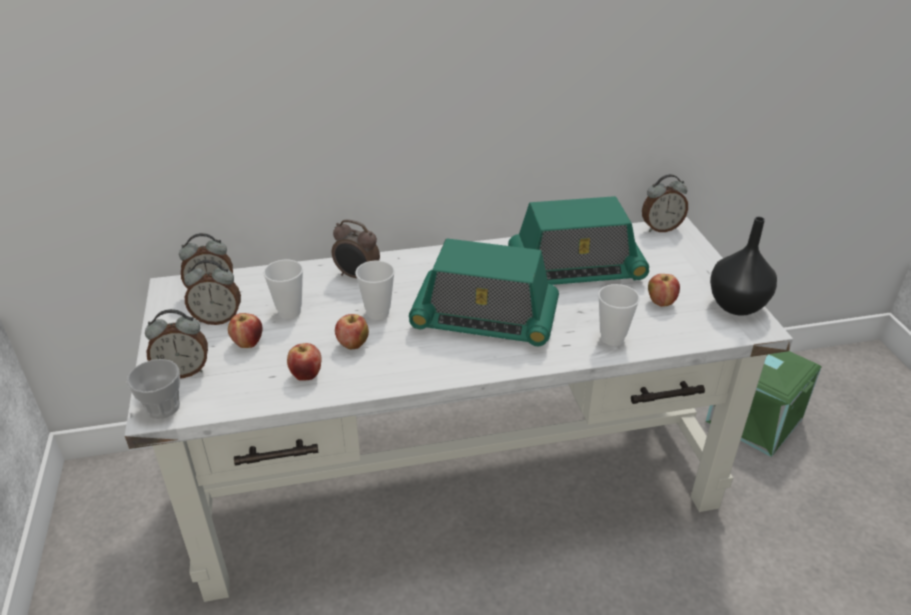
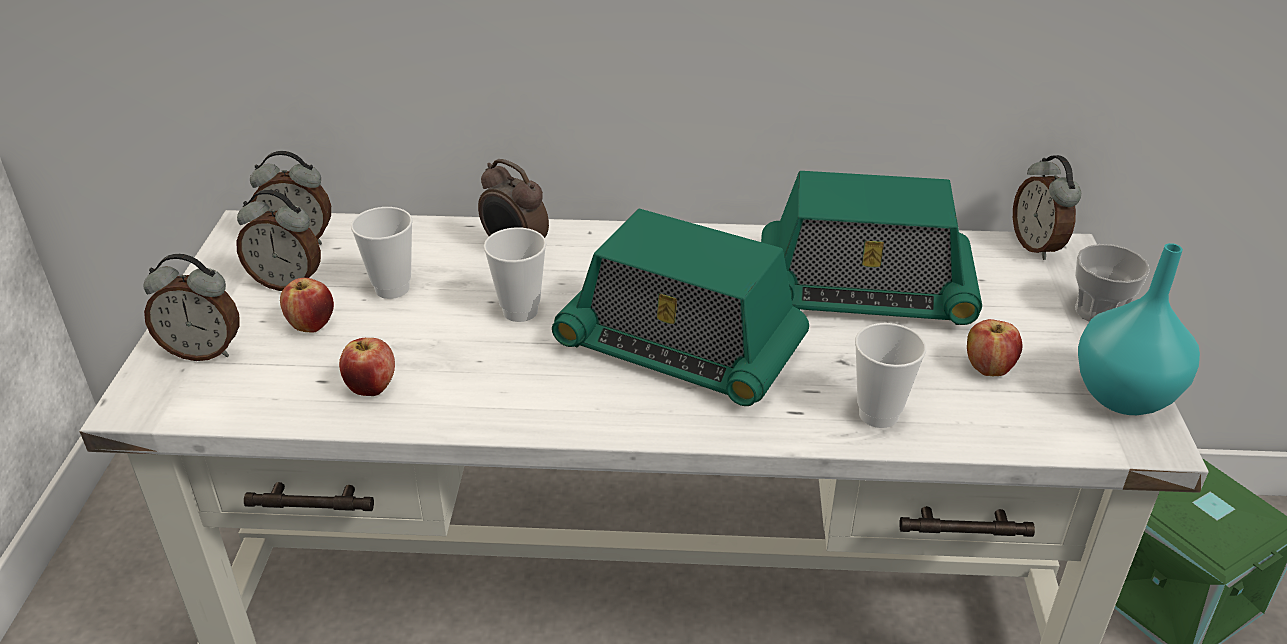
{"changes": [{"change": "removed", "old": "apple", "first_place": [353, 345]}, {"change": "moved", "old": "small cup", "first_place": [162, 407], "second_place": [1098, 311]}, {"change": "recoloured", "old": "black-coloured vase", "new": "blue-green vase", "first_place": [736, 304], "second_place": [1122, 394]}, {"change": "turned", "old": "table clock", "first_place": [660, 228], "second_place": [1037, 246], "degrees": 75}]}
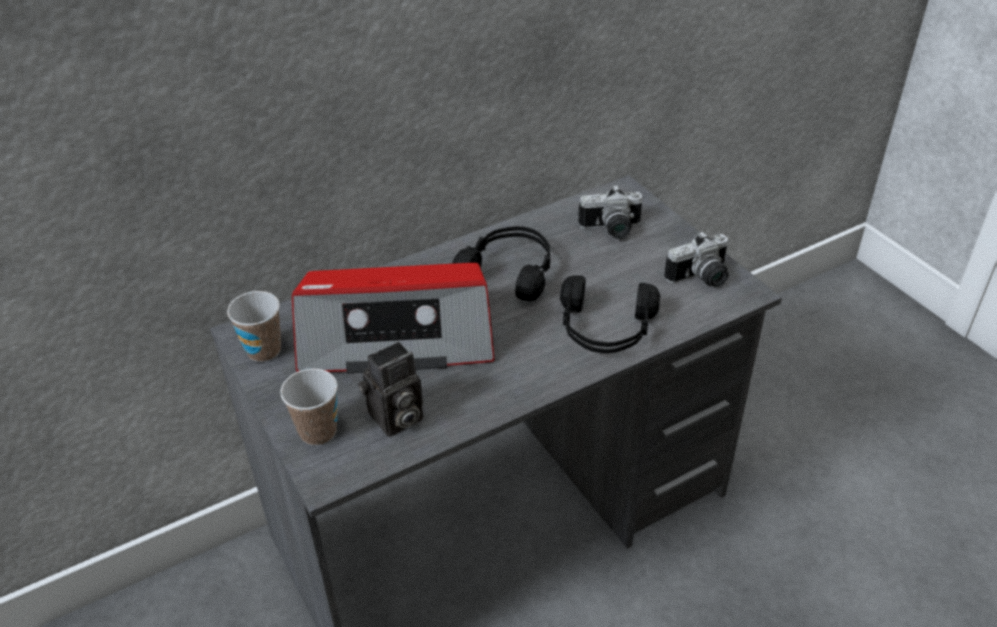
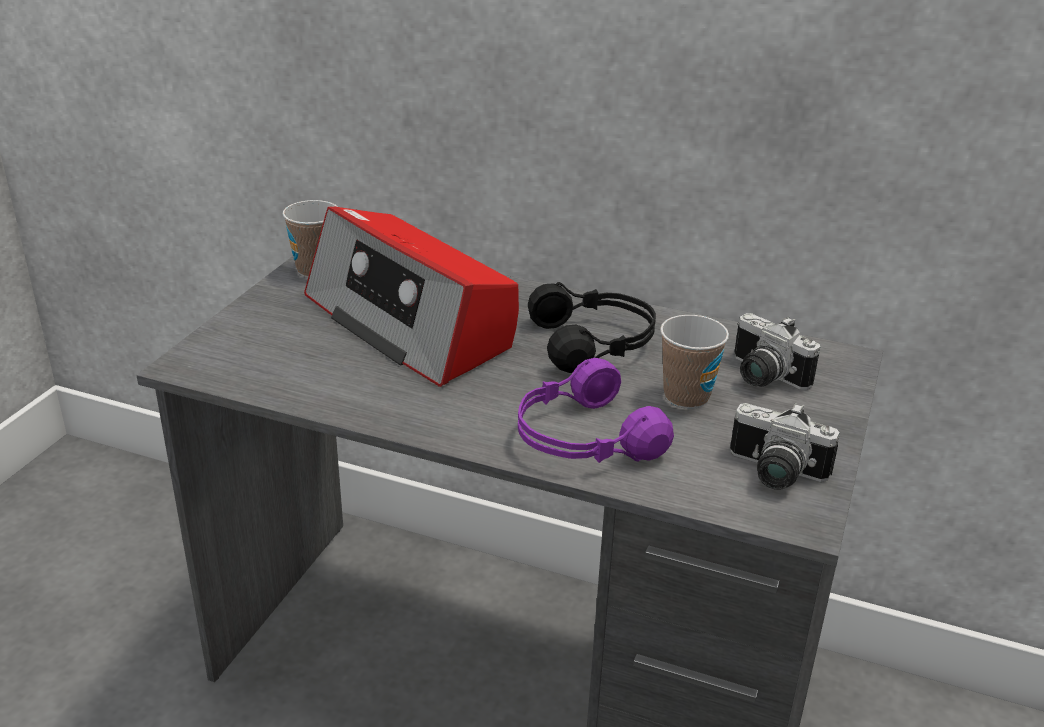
{"changes": [{"change": "removed", "old": "still camera", "first_place": [395, 419]}, {"change": "moved", "old": "small cup", "first_place": [318, 432], "second_place": [686, 397]}, {"change": "recoloured", "old": "black-coloured headphones", "new": "purple headphones", "first_place": [605, 330], "second_place": [583, 438]}]}
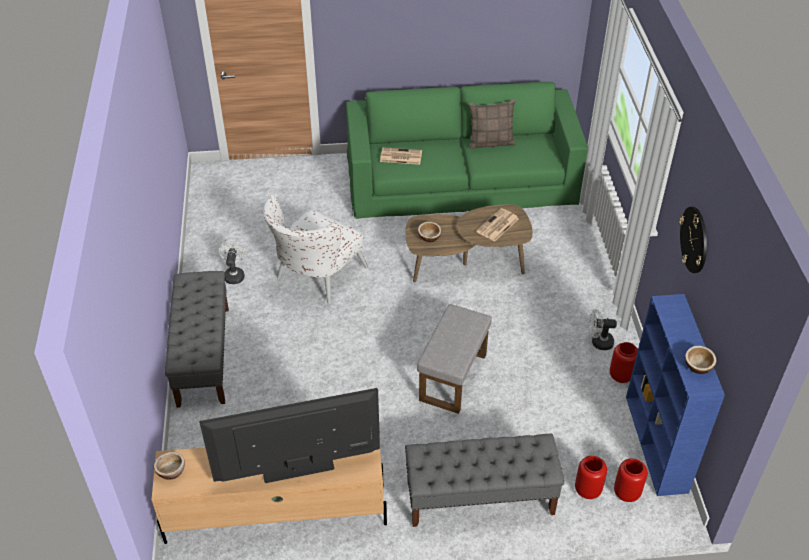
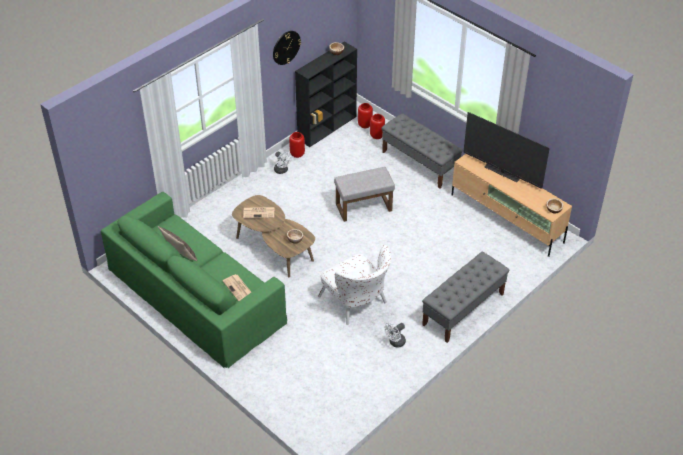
{"changes": [{"change": "recoloured", "old": "blue bookcase", "new": "black-coloured bookcase", "first_place": [656, 444], "second_place": [327, 127]}, {"change": "turned", "old": "white easy chair", "first_place": [315, 278], "second_place": [357, 304], "degrees": 60}]}
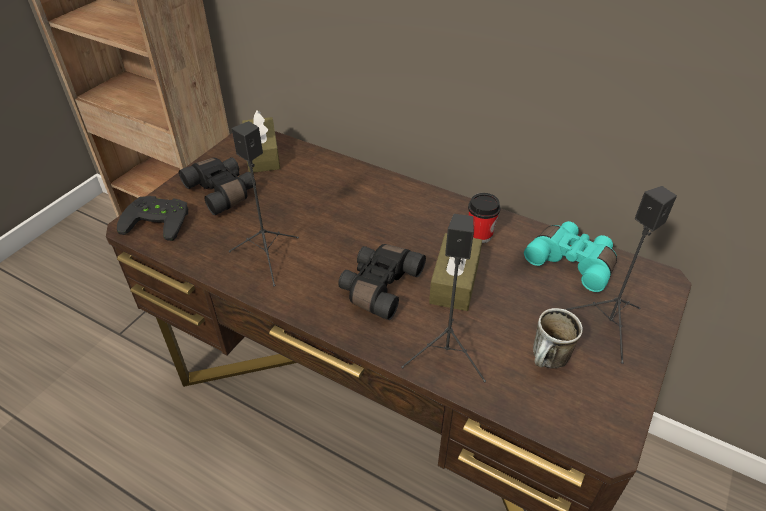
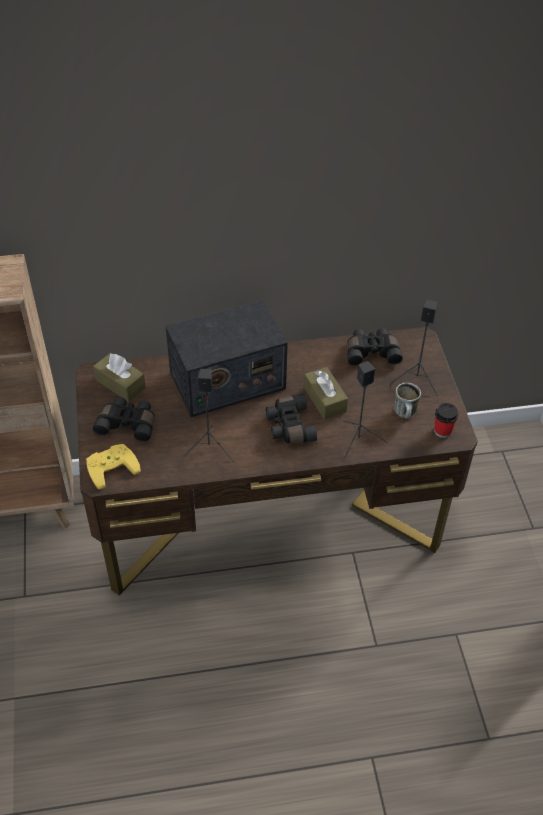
{"changes": [{"change": "added", "new": "radio set", "second_place": [226, 381]}, {"change": "moved", "old": "small cup", "first_place": [480, 235], "second_place": [442, 431]}, {"change": "recoloured", "old": "black-coloured gamepad", "new": "yellow-coloured gamepad", "first_place": [159, 219], "second_place": [111, 466]}, {"change": "recoloured", "old": "blue-green field glasses", "new": "black-coloured field glasses", "first_place": [572, 262], "second_place": [372, 352]}]}
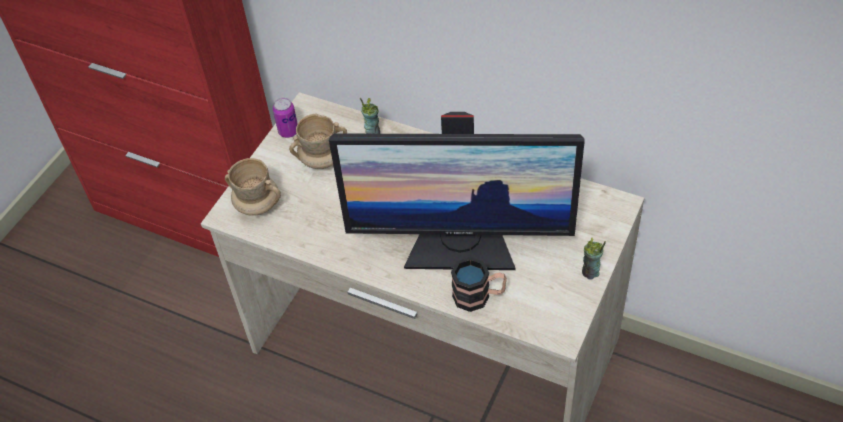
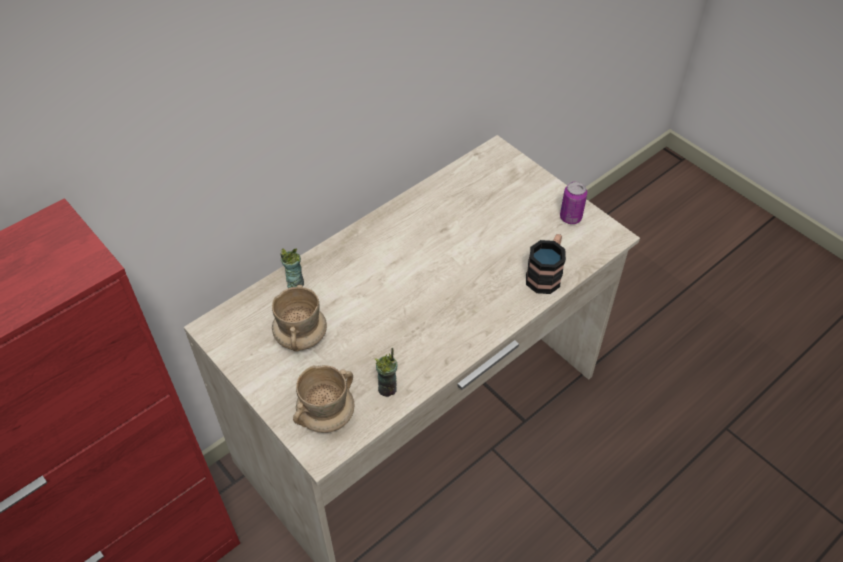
{"changes": [{"change": "removed", "old": "monitor", "first_place": [460, 246]}, {"change": "moved", "old": "metal can", "first_place": [288, 131], "second_place": [570, 217]}, {"change": "moved", "old": "small cup", "first_place": [590, 272], "second_place": [388, 388]}]}
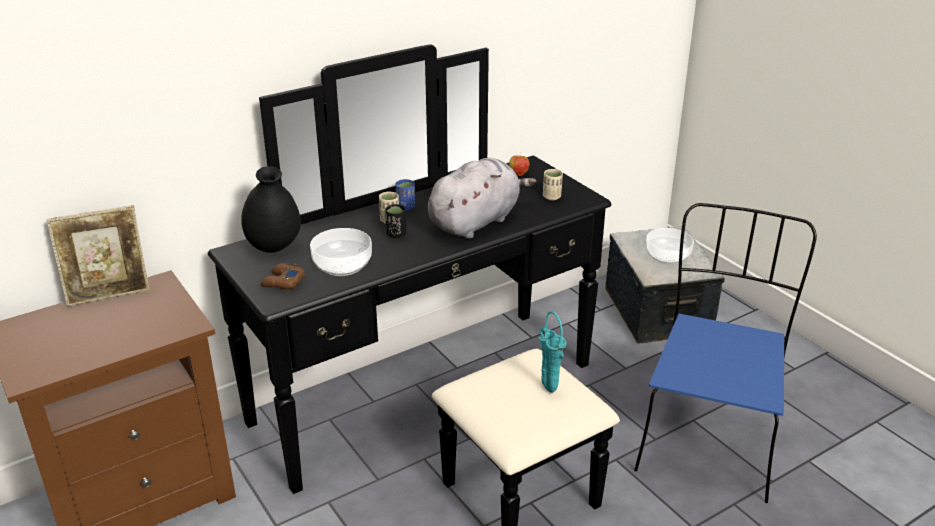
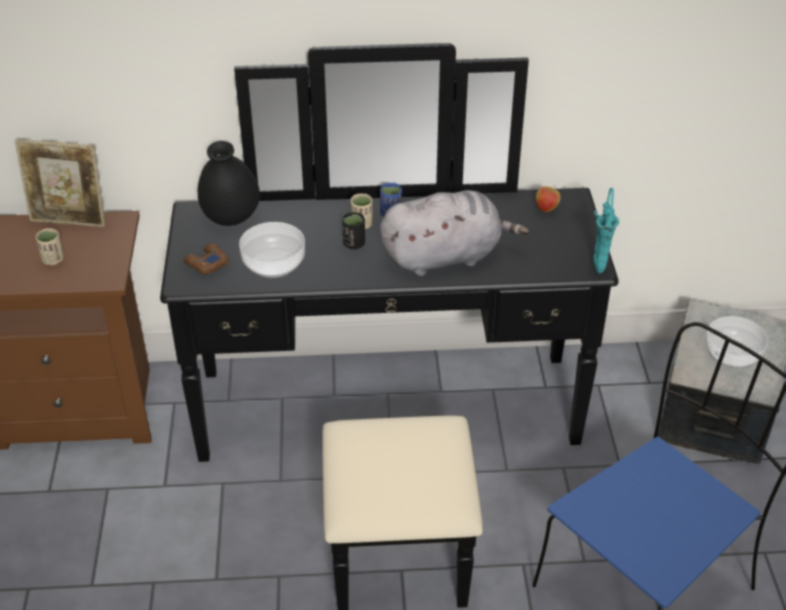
{"changes": [{"change": "moved", "old": "blue-green vase", "first_place": [547, 389], "second_place": [597, 268]}, {"change": "moved", "old": "beige small cup", "first_place": [552, 197], "second_place": [53, 260]}]}
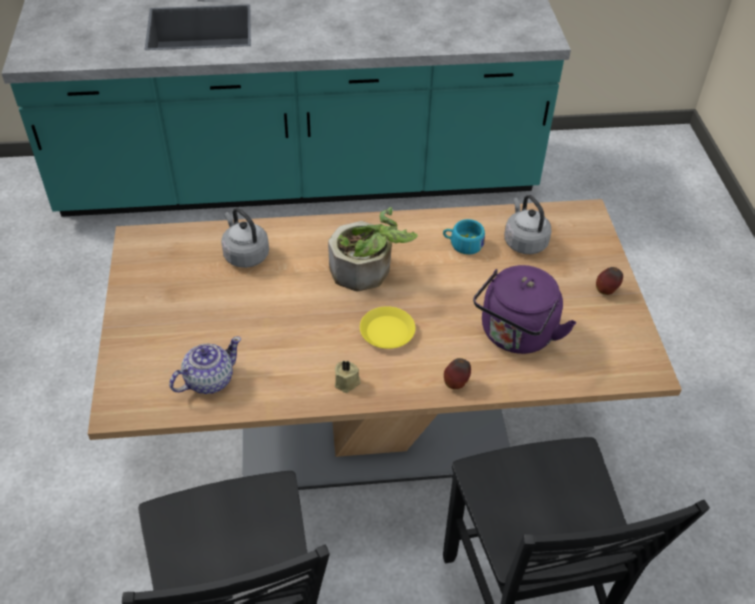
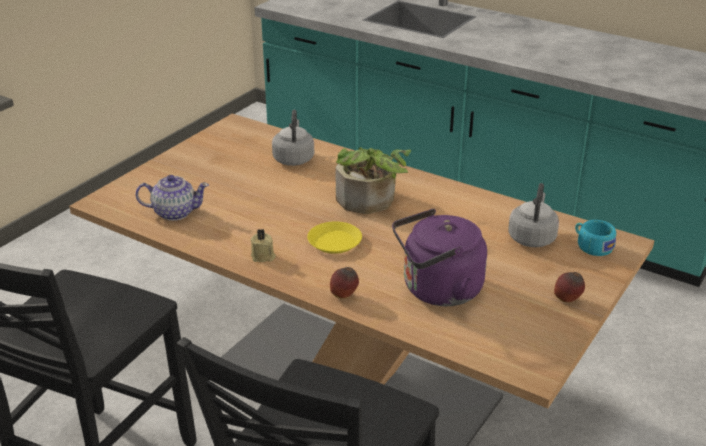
{"changes": [{"change": "moved", "old": "blue-green small cup", "first_place": [462, 244], "second_place": [591, 246]}]}
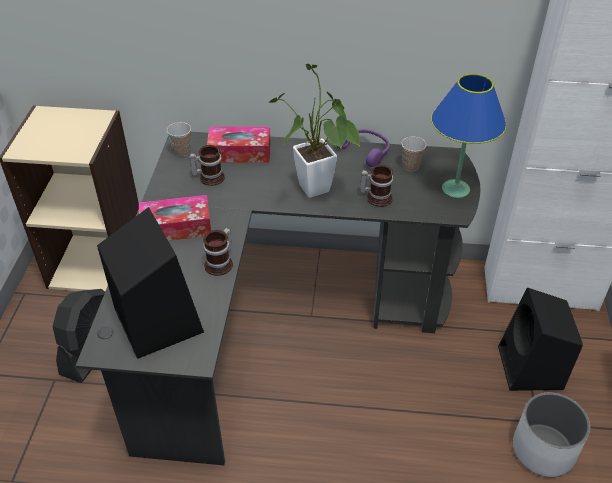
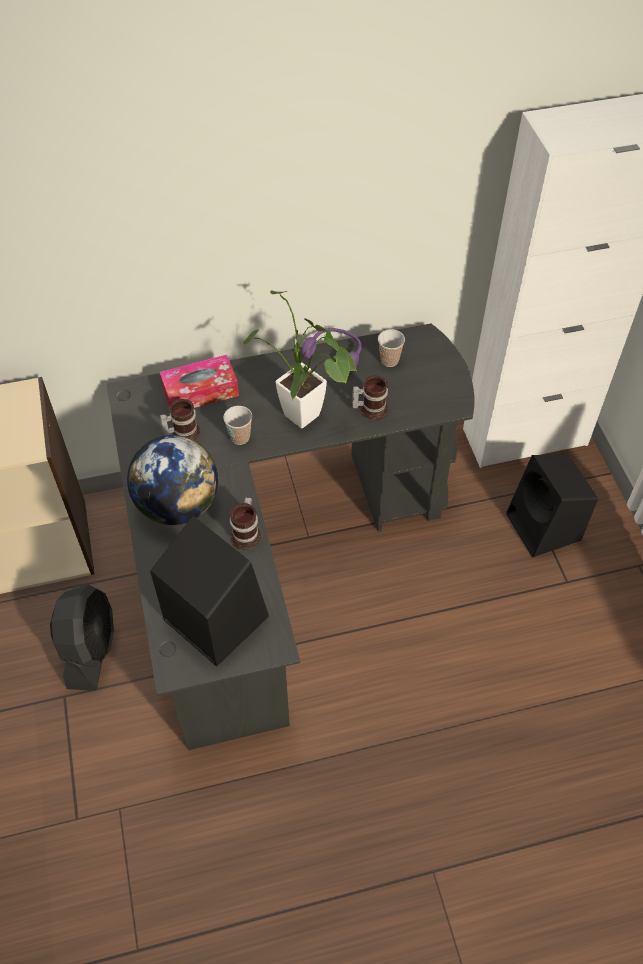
{"changes": [{"change": "removed", "old": "blue table lamp", "first_place": [455, 189]}, {"change": "removed", "old": "white planter", "first_place": [543, 451]}, {"change": "moved", "old": "small cup", "first_place": [182, 151], "second_place": [240, 437]}, {"change": "replaced", "old": "tissue box", "new": "desk globe", "first_place": [176, 227], "second_place": [178, 505]}]}
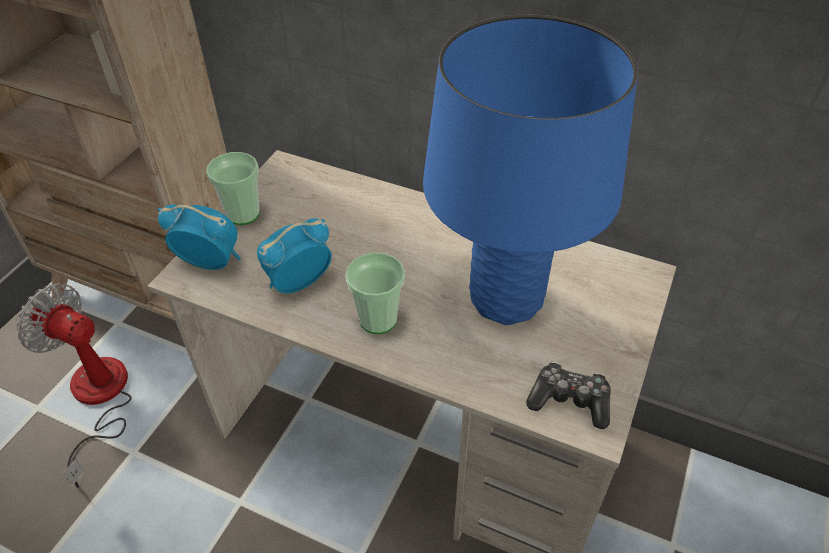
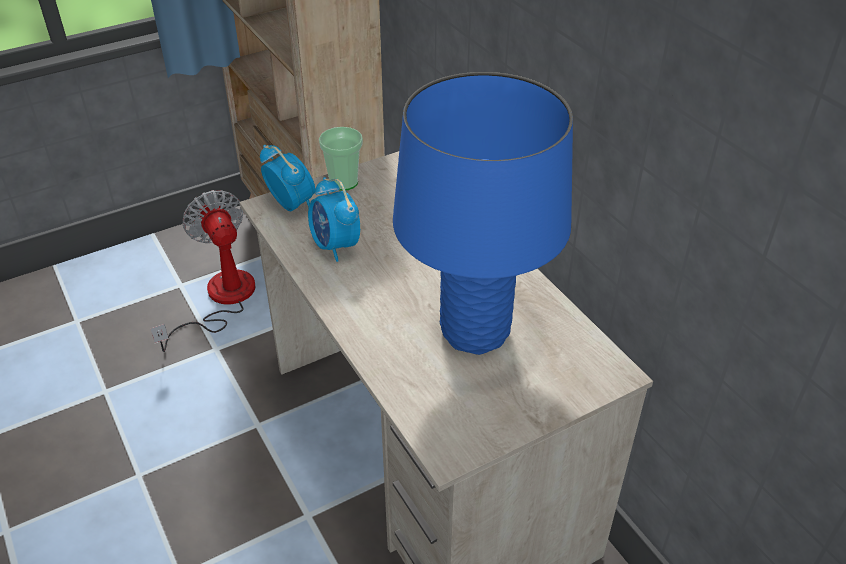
{"changes": [{"change": "removed", "old": "small cup", "first_place": [378, 319]}, {"change": "removed", "old": "gamepad", "first_place": [569, 401]}, {"change": "turned", "old": "table clock", "first_place": [298, 283], "second_place": [335, 246], "degrees": -120}]}
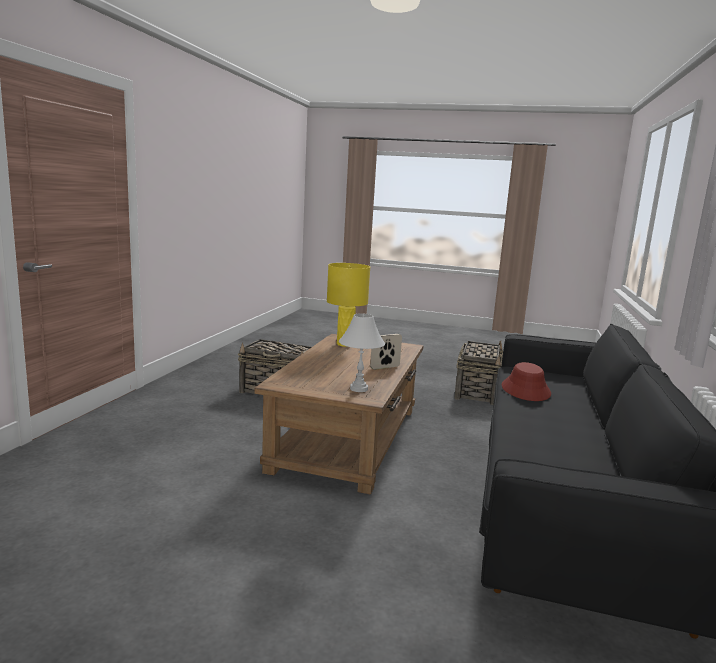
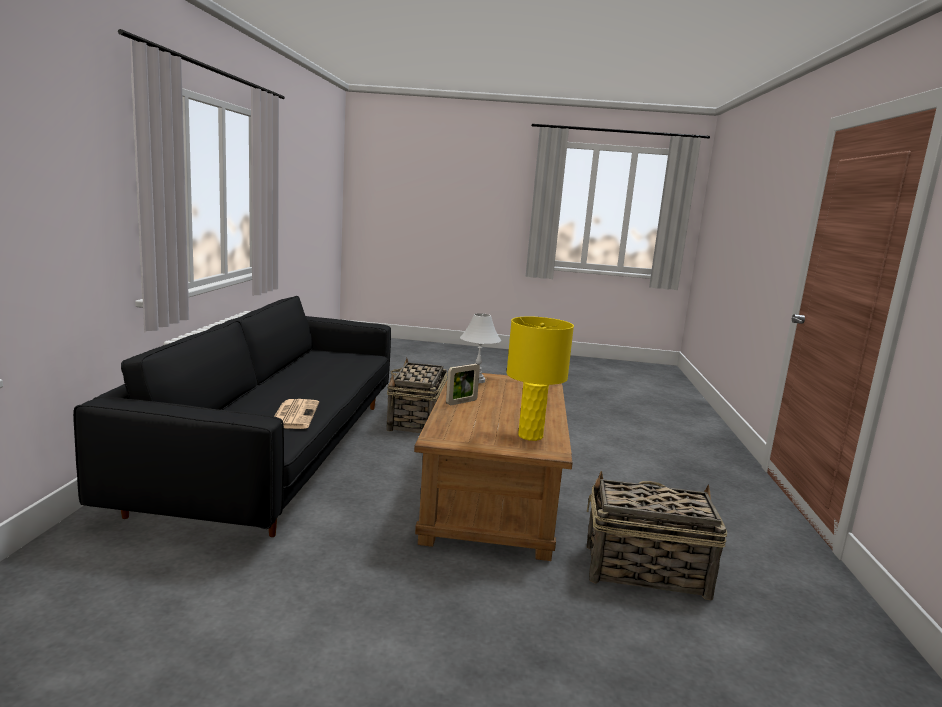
{"changes": [{"change": "moved", "old": "household basket", "first_place": [477, 391], "second_place": [415, 421]}, {"change": "replaced", "old": "red hat", "new": "printed paper", "first_place": [526, 390], "second_place": [294, 415]}]}
